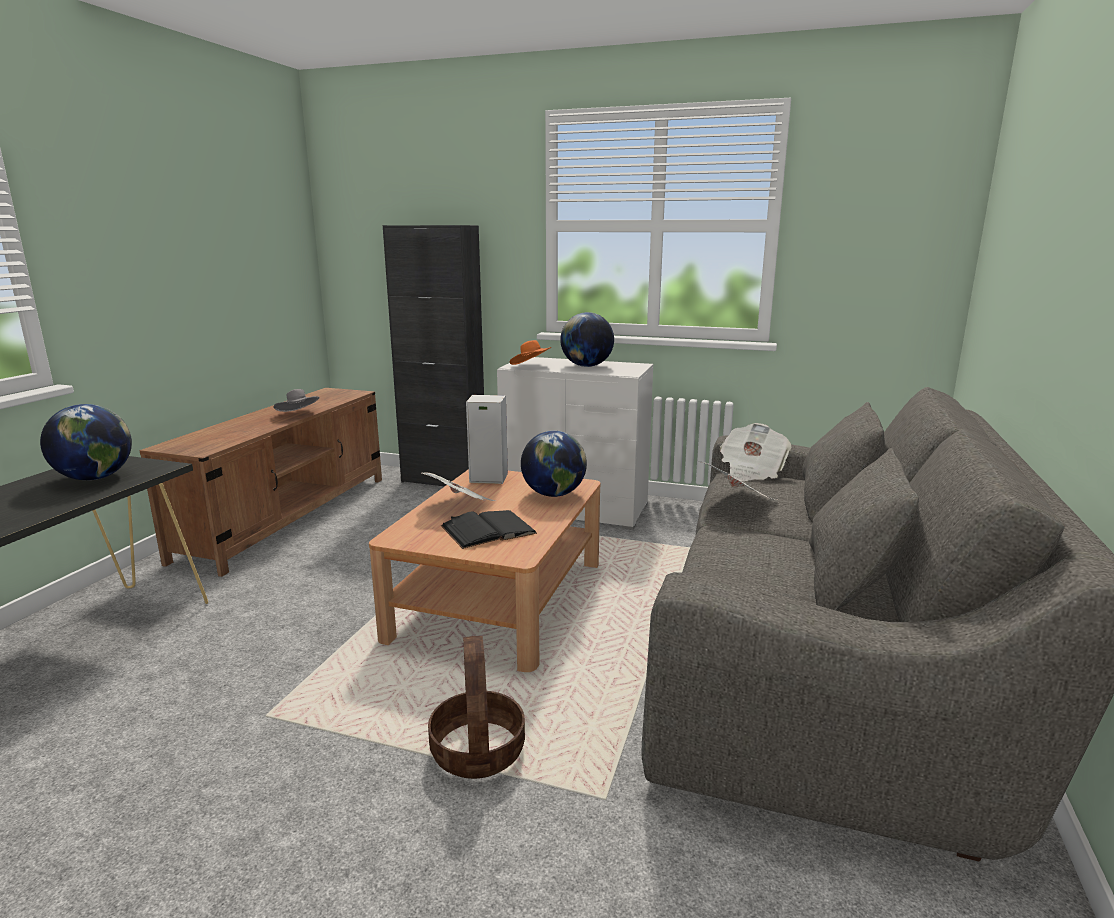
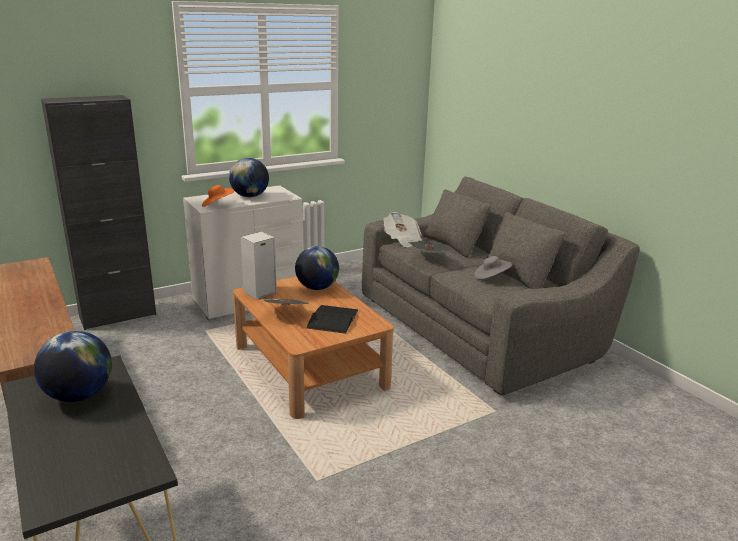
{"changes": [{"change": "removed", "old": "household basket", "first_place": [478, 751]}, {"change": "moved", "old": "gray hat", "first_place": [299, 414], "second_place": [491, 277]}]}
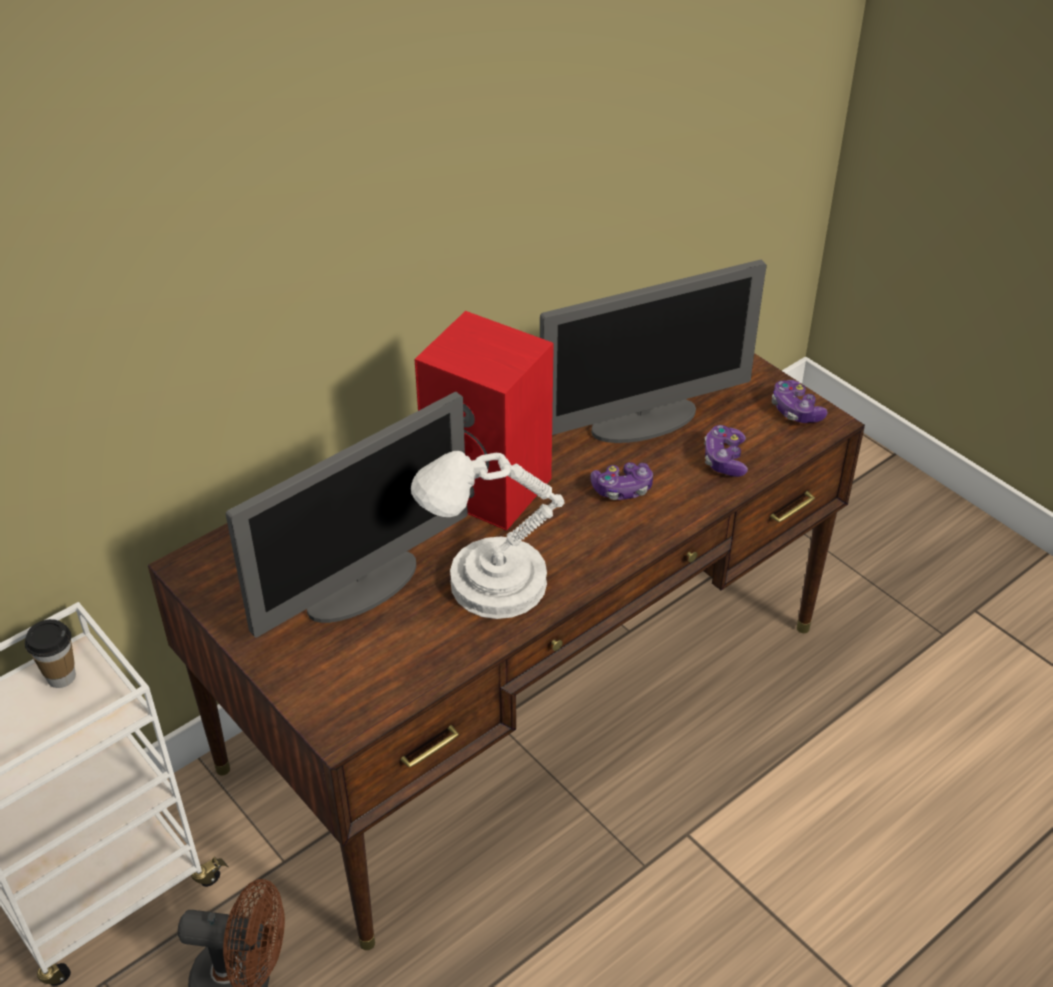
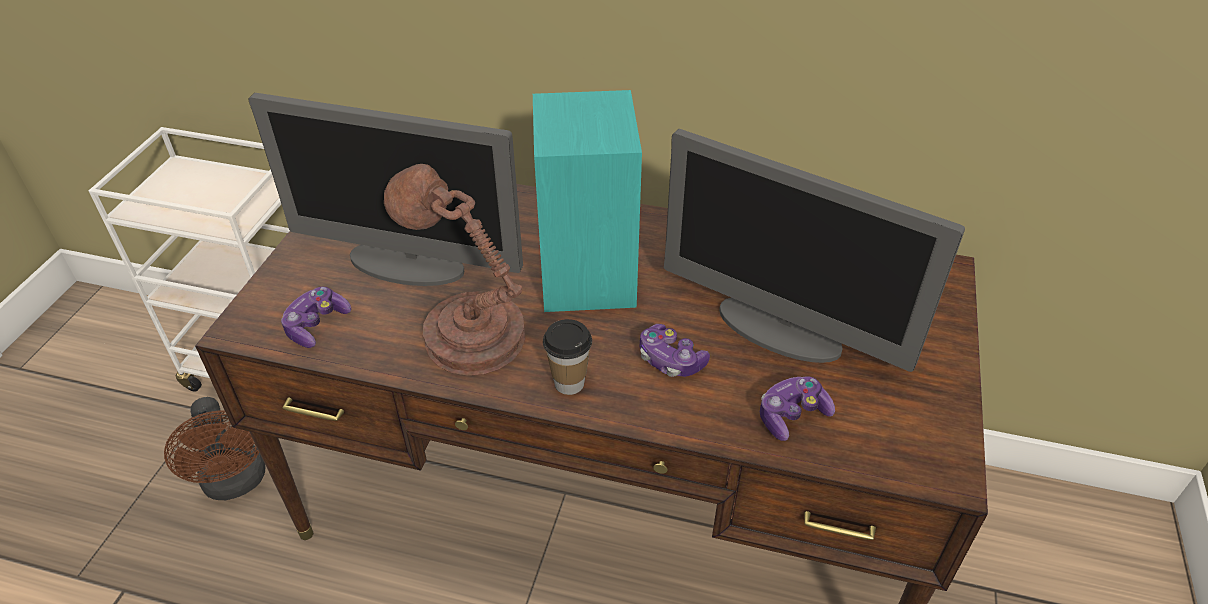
{"changes": [{"change": "moved", "old": "small cup", "first_place": [61, 677], "second_place": [569, 383]}, {"change": "moved", "old": "gamepad", "first_place": [795, 410], "second_place": [316, 325]}, {"change": "recoloured", "old": "white table lamp", "new": "brown table lamp", "first_place": [490, 585], "second_place": [468, 334]}, {"change": "recoloured", "old": "red loudspeaker", "new": "blue-green loudspeaker", "first_place": [491, 486], "second_place": [590, 277]}]}
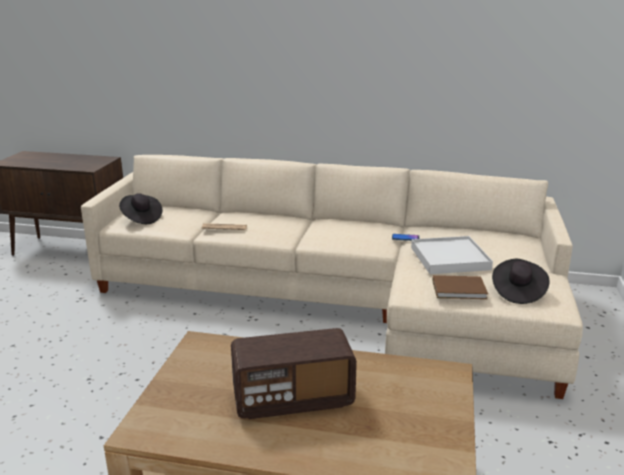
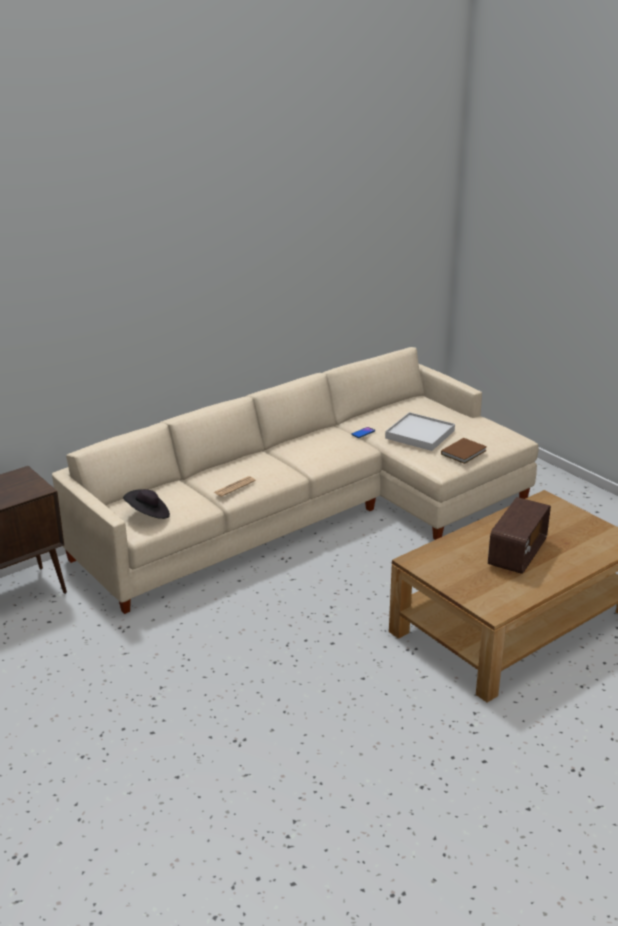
{"changes": [{"change": "removed", "old": "black-coloured hat", "first_place": [517, 292]}]}
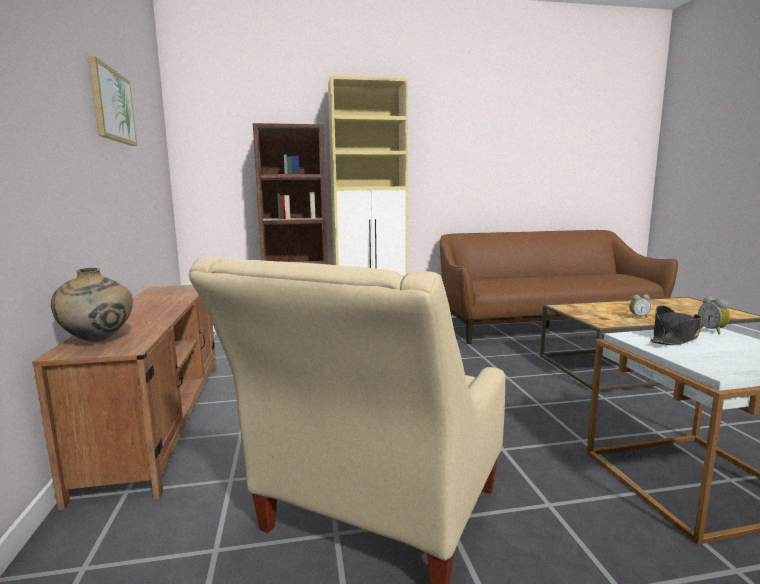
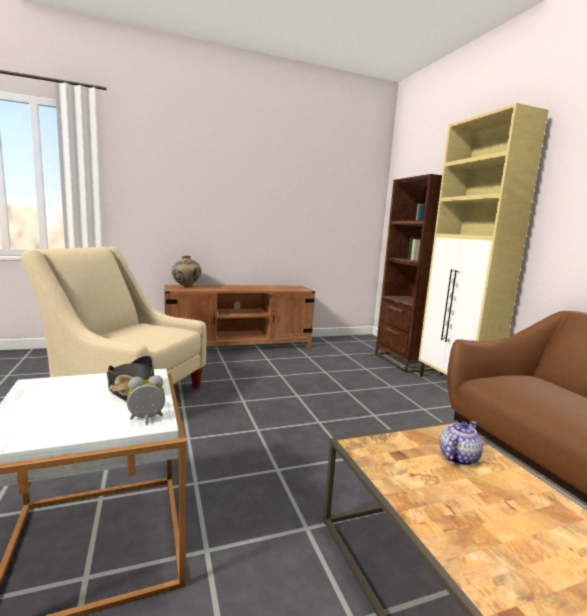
{"changes": [{"change": "removed", "old": "wall picture", "first_place": [112, 106]}, {"change": "removed", "old": "table clock", "first_place": [638, 317]}, {"change": "added", "new": "tea pot", "second_place": [458, 457]}]}
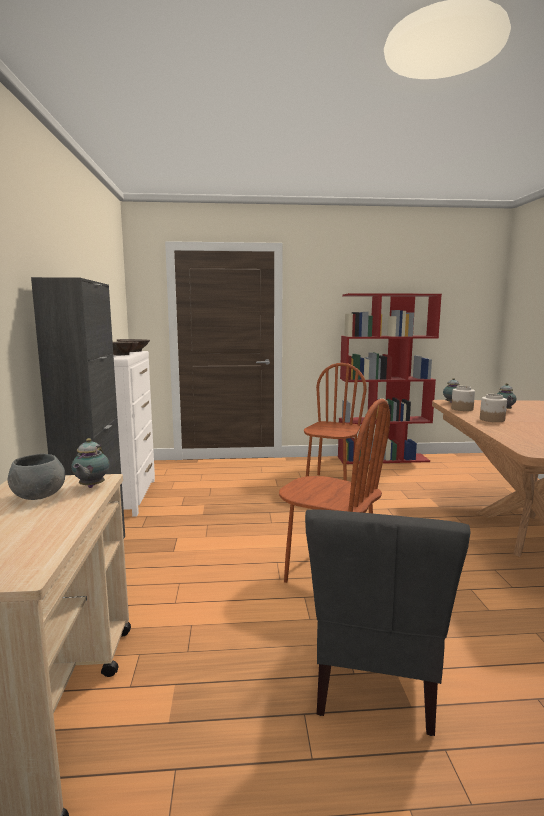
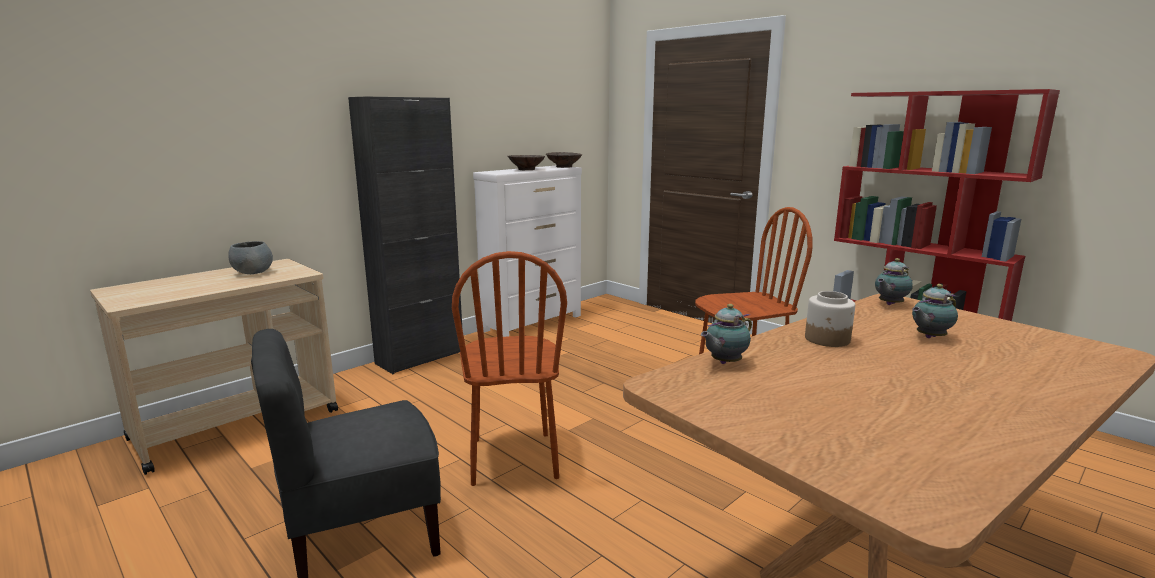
{"changes": [{"change": "removed", "old": "jar", "first_place": [462, 409]}, {"change": "moved", "old": "tea pot", "first_place": [91, 487], "second_place": [724, 363]}]}
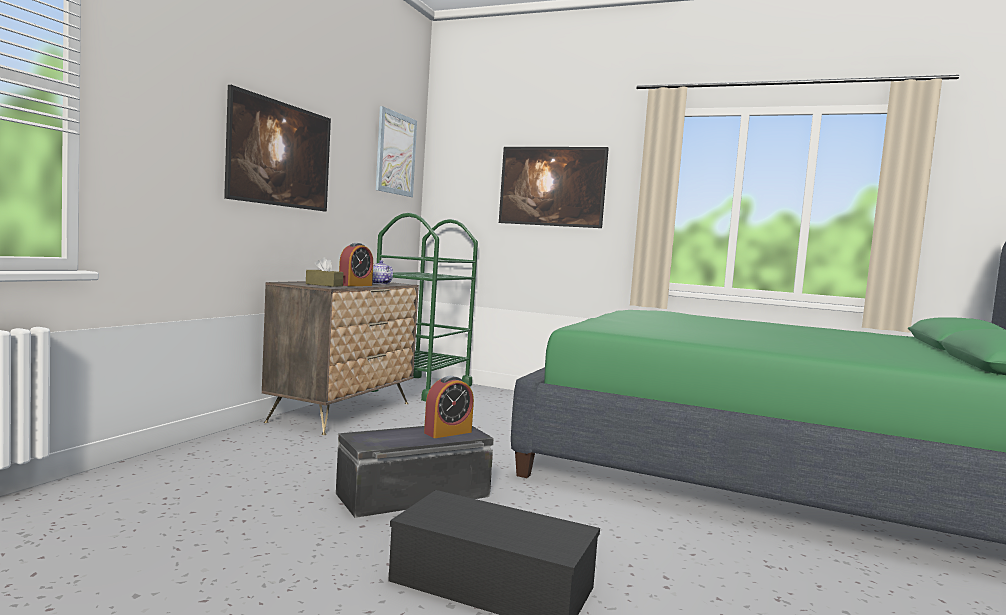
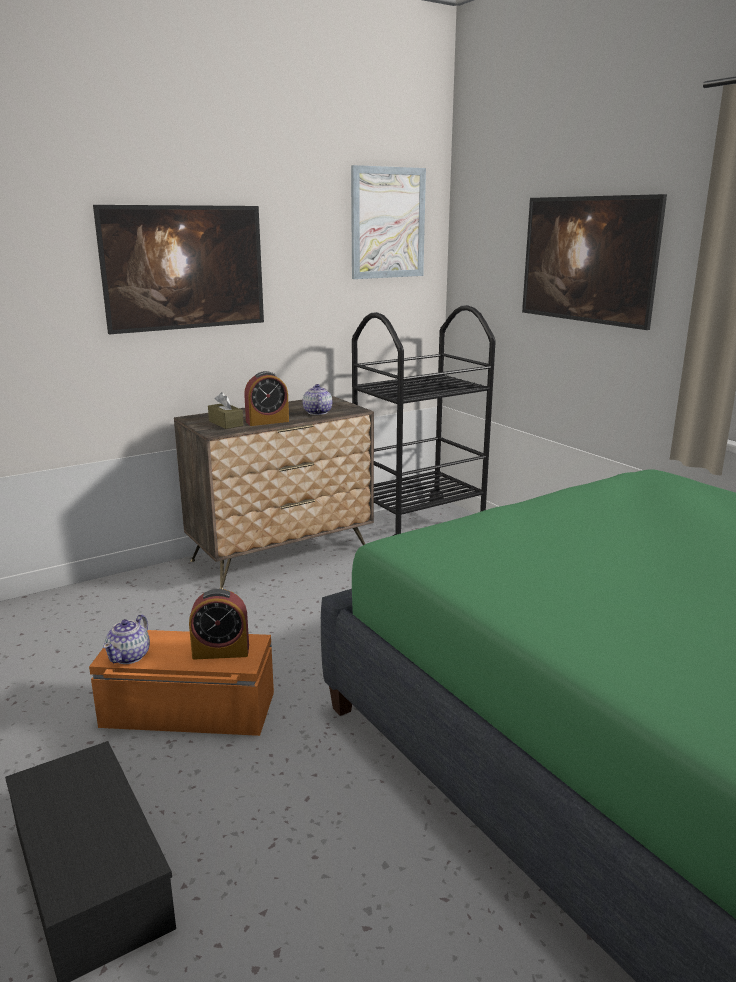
{"changes": [{"change": "added", "new": "tea pot", "second_place": [130, 656]}, {"change": "recoloured", "old": "black-coloured storage container", "new": "orange-coloured storage container", "first_place": [414, 496], "second_place": [188, 711]}, {"change": "recoloured", "old": "green-coloured cart", "new": "black-coloured cart", "first_place": [421, 388], "second_place": [418, 523]}]}
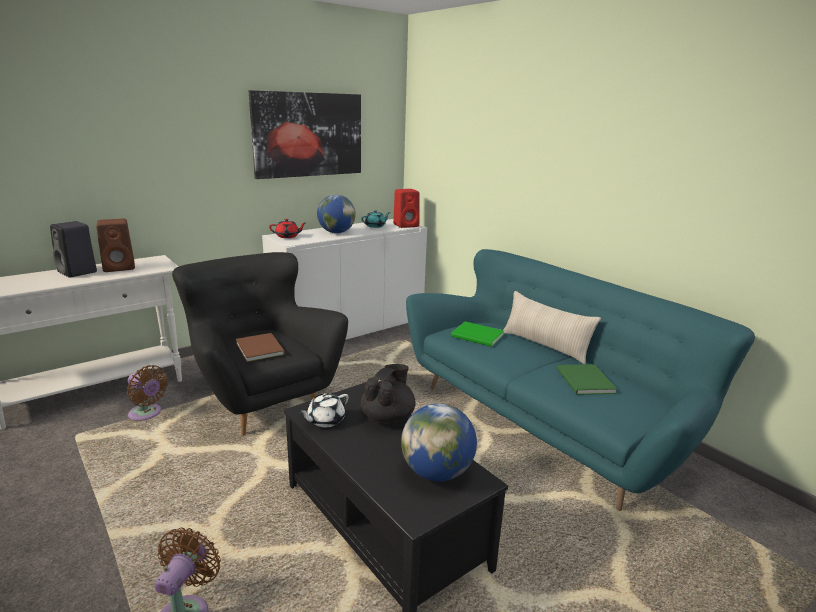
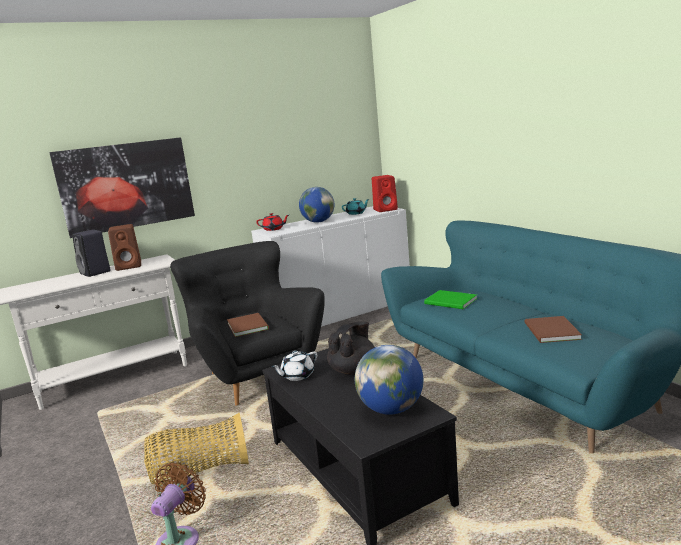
{"changes": [{"change": "removed", "old": "brown cooling fan", "first_place": [147, 414]}, {"change": "removed", "old": "beige throw pillow", "first_place": [545, 345]}, {"change": "added", "new": "household basket", "second_place": [200, 471]}, {"change": "moved", "old": "wall picture", "first_place": [308, 135], "second_place": [126, 186]}, {"change": "recoloured", "old": "green-coloured bound book", "new": "brown bound book", "first_place": [584, 382], "second_place": [551, 332]}]}
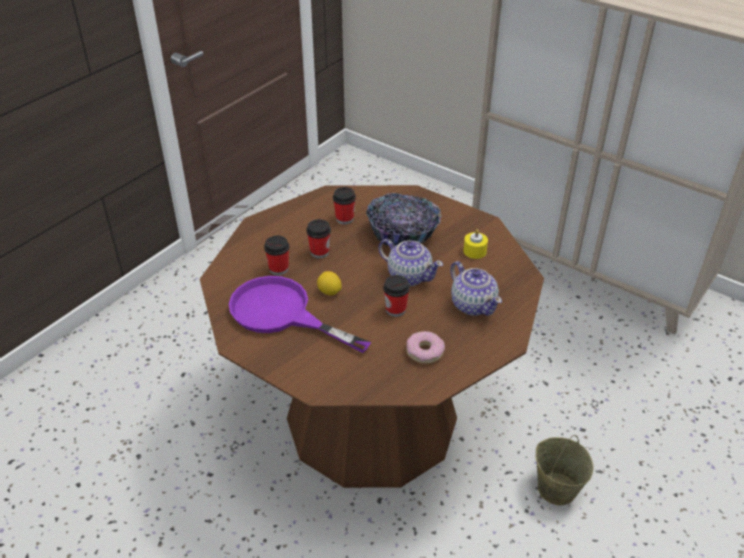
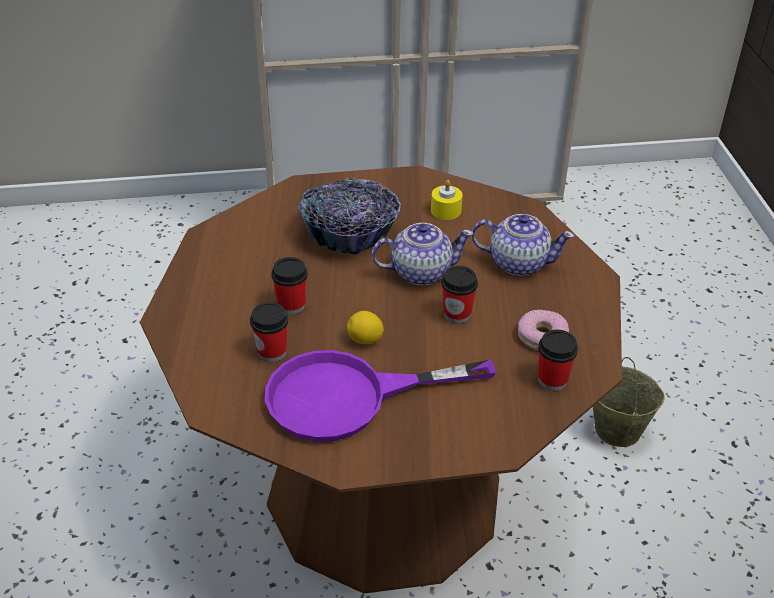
{"changes": [{"change": "moved", "old": "small cup", "first_place": [344, 219], "second_place": [552, 380]}]}
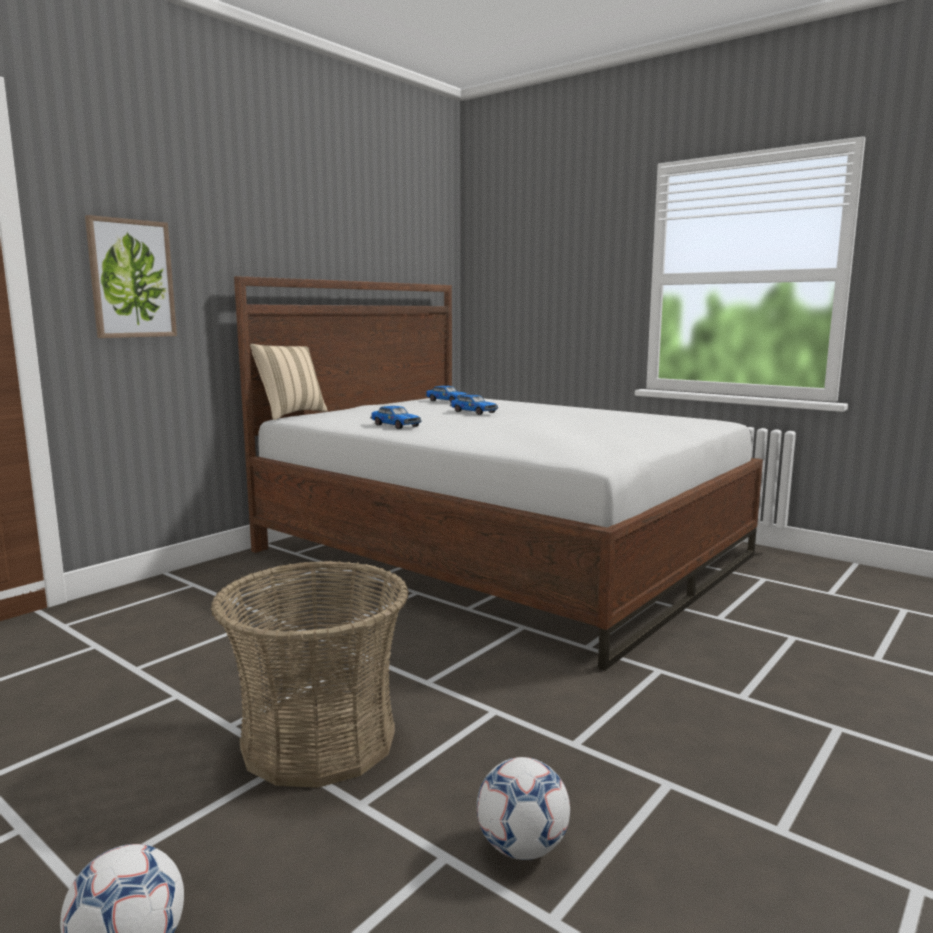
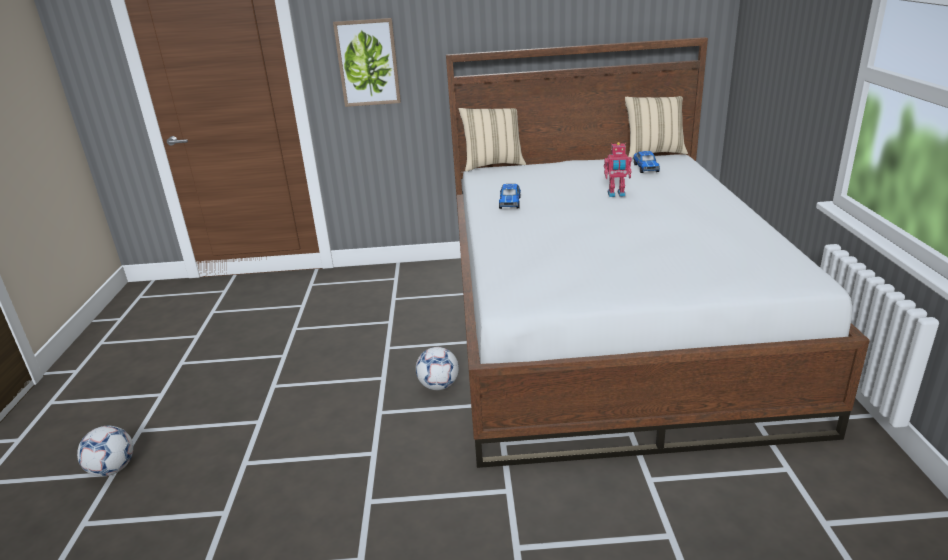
{"changes": [{"change": "removed", "old": "household basket", "first_place": [319, 739]}, {"change": "added", "new": "beige throw pillow", "second_place": [653, 153]}, {"change": "moved", "old": "football", "first_place": [522, 847], "second_place": [438, 386]}, {"change": "replaced", "old": "toy car", "new": "model robot", "first_place": [473, 412], "second_place": [616, 194]}]}
